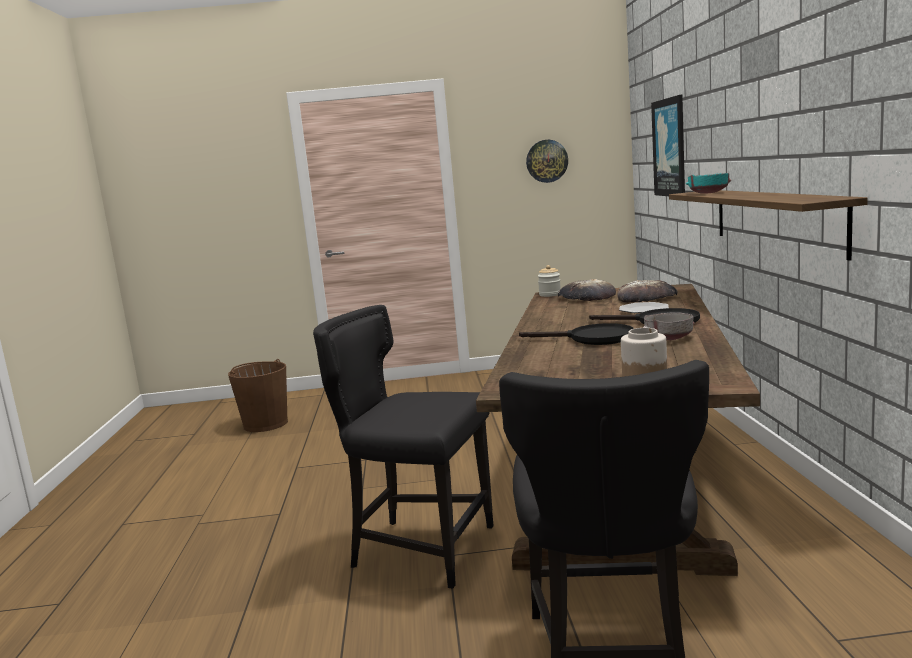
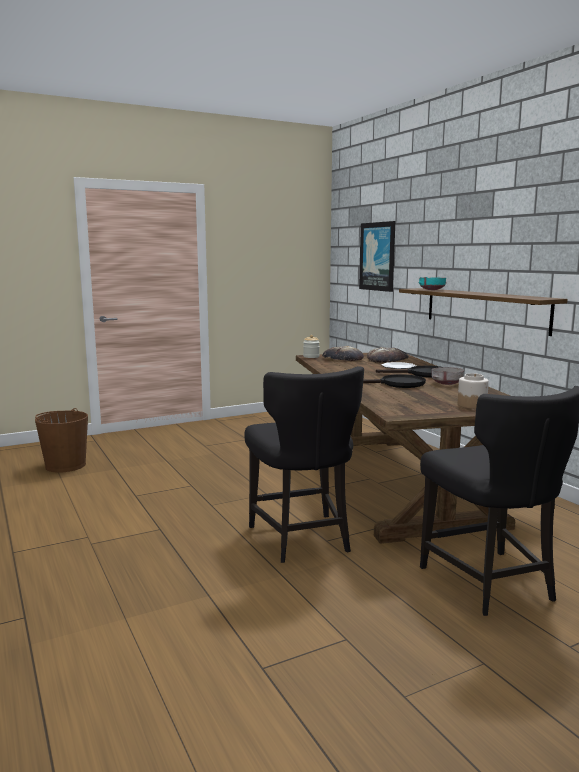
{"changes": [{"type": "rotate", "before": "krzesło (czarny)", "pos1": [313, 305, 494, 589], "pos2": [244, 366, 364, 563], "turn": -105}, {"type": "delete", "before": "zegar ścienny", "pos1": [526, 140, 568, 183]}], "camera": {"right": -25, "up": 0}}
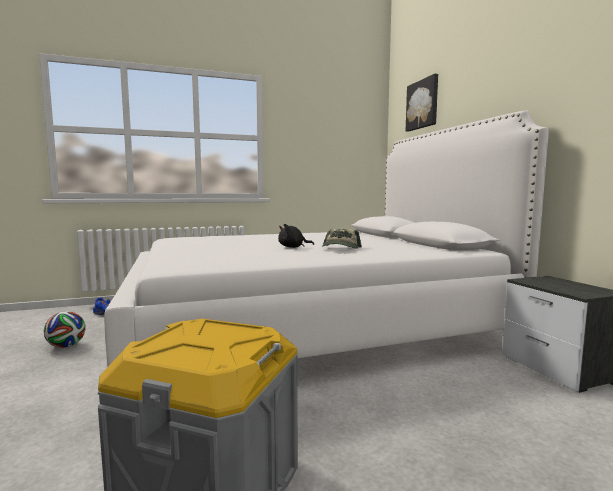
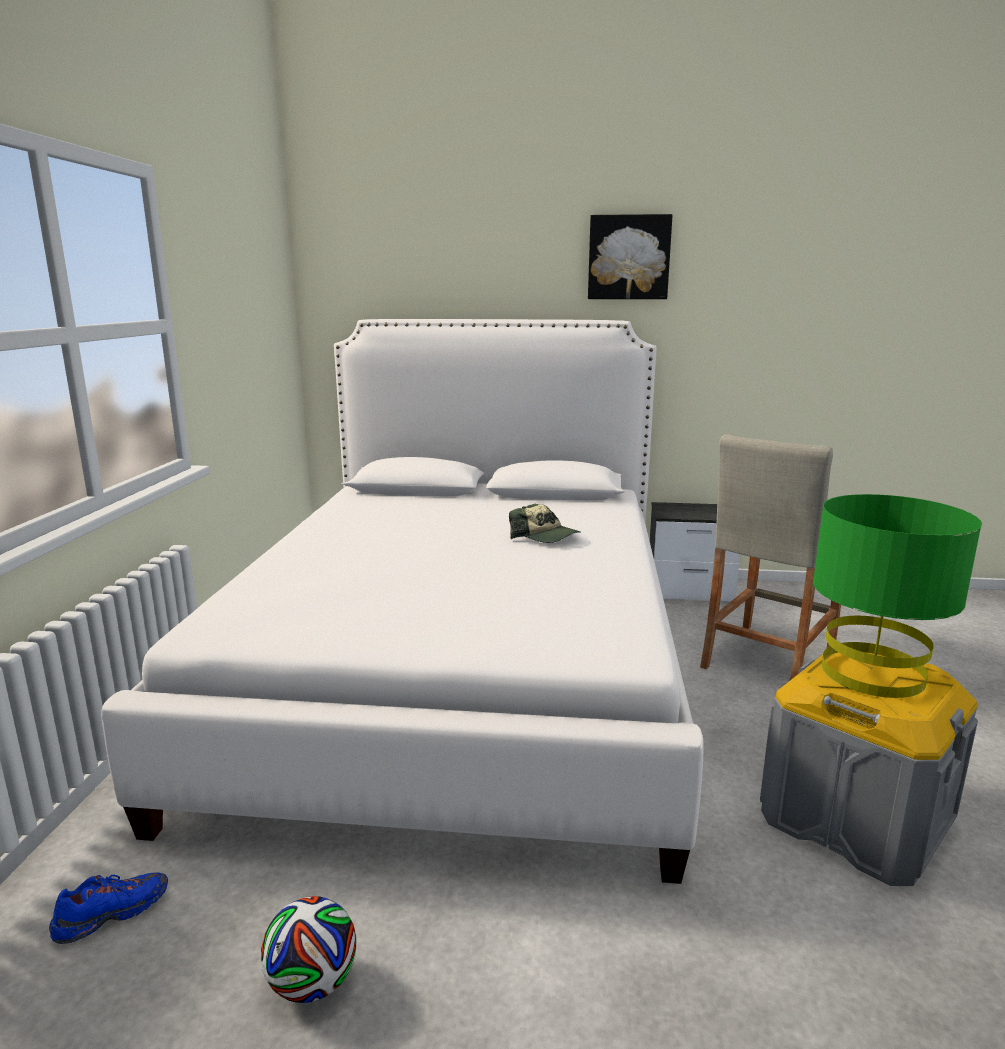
{"changes": [{"type": "delete", "before": "pluszak (czarny)", "pos1": [278, 224, 314, 248]}, {"type": "move", "before": "obraz", "pos1": [406, 74, 438, 132], "pos2": [588, 214, 673, 299]}, {"type": "insert", "after": "stołek (beżowy)", "pos2": [700, 434, 841, 680]}, {"type": "insert", "after": "lampa stołowa (zielony)", "pos2": [813, 494, 982, 698]}], "camera": {"right": -65, "up": 10}}
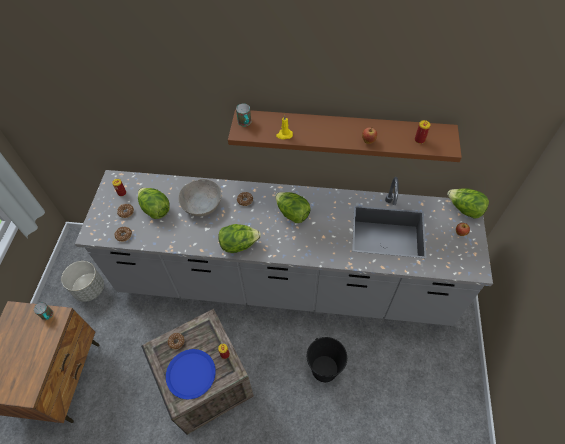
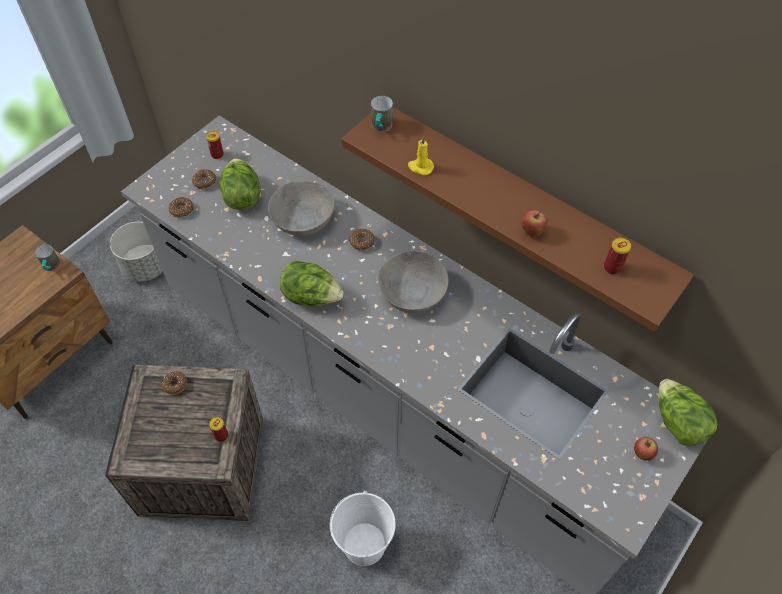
{"changes": [{"type": "delete", "before": "talerz (niebieski)", "pos1": [166, 349, 216, 399]}, {"type": "replace", "before": "sałata", "after": "miska (szary)", "pos1": [275, 192, 311, 223], "pos2": [378, 251, 448, 313]}, {"type": "recolor", "before": "wiadro (czarny)", "after": "wiadro (biały)", "pos1": [307, 337, 347, 382], "pos2": [330, 491, 396, 566]}], "camera": {"right": 30, "up": 0}}
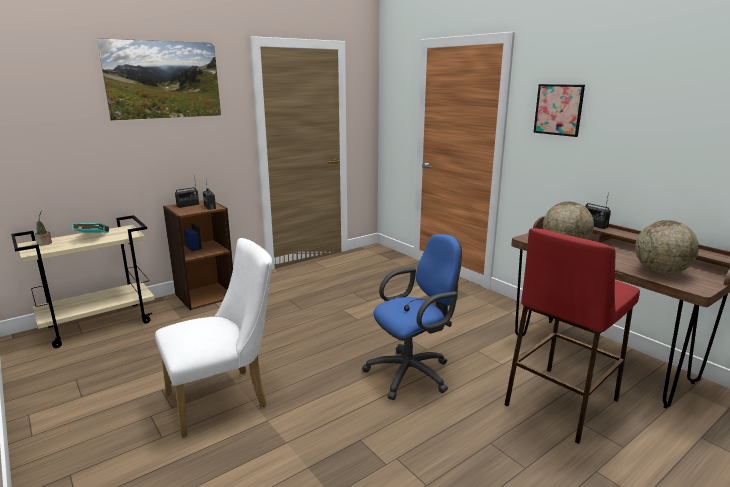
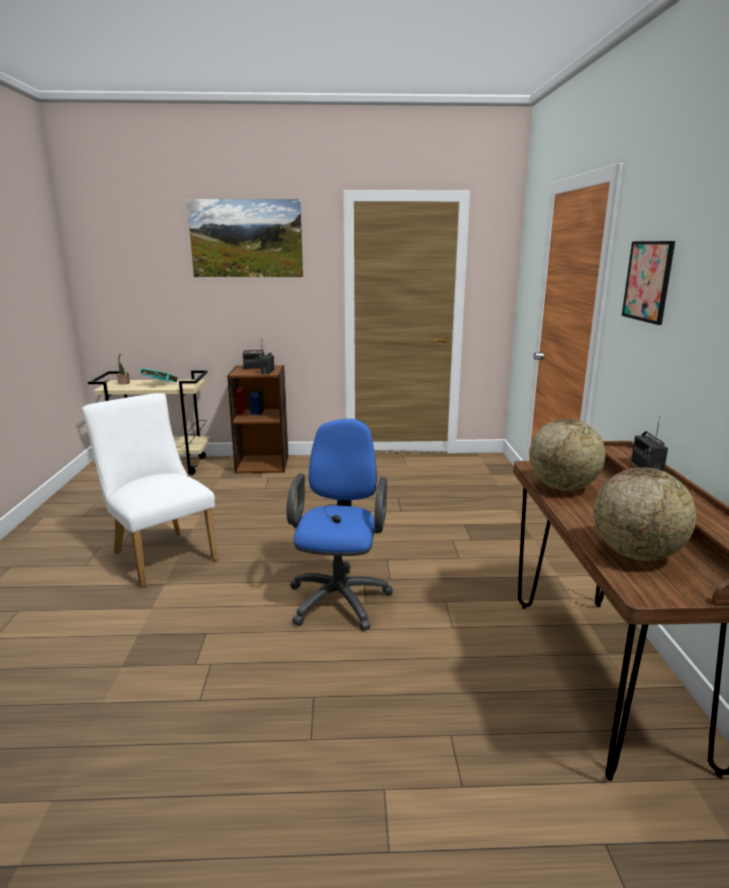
{"changes": [{"type": "rotate", "before": "krzesło (biały)", "pos1": [155, 238, 272, 438], "pos2": [82, 393, 218, 587], "turn": -135}, {"type": "rotate", "before": "krzesło biurowe (niebieski)", "pos1": [362, 234, 462, 400], "pos2": [287, 419, 393, 631], "turn": -90}, {"type": "delete", "before": "stołek (czerwony)", "pos1": [505, 228, 640, 444]}], "camera": {"right": 35, "up": 0}}
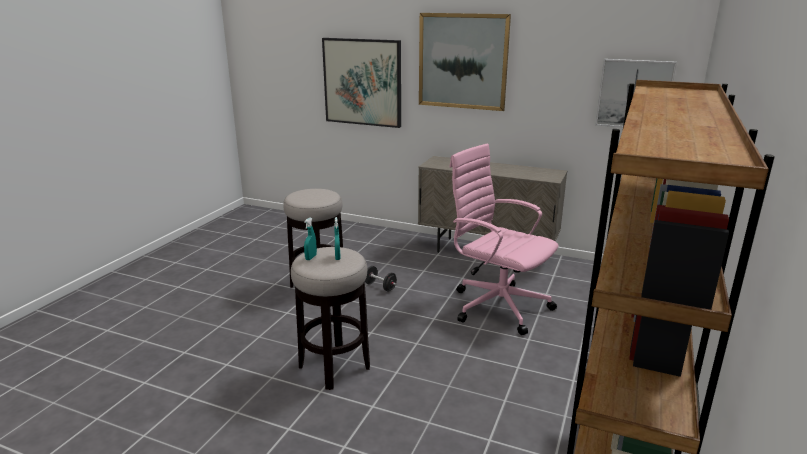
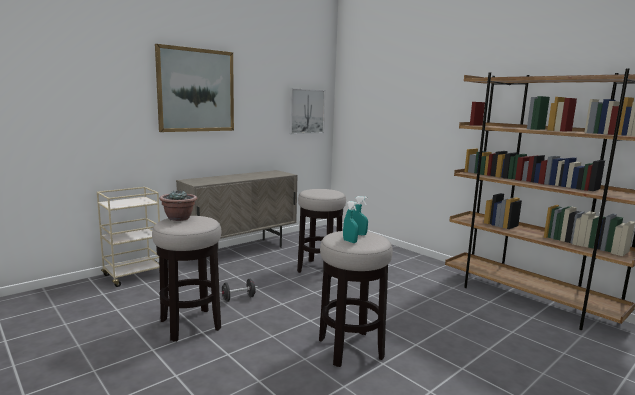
{"changes": [{"type": "delete", "before": "obraz", "pos1": [322, 38, 401, 128]}, {"type": "replace", "before": "krzesło biurowe (różowy)", "after": "stołek", "pos1": [449, 143, 559, 335], "pos2": [297, 189, 346, 277]}, {"type": "insert", "after": "wózek (beżowy)", "pos2": [97, 187, 160, 287]}, {"type": "insert", "after": "roślina doniczkowa", "pos2": [159, 189, 197, 221]}], "camera": {"right": -65, "up": -10}}
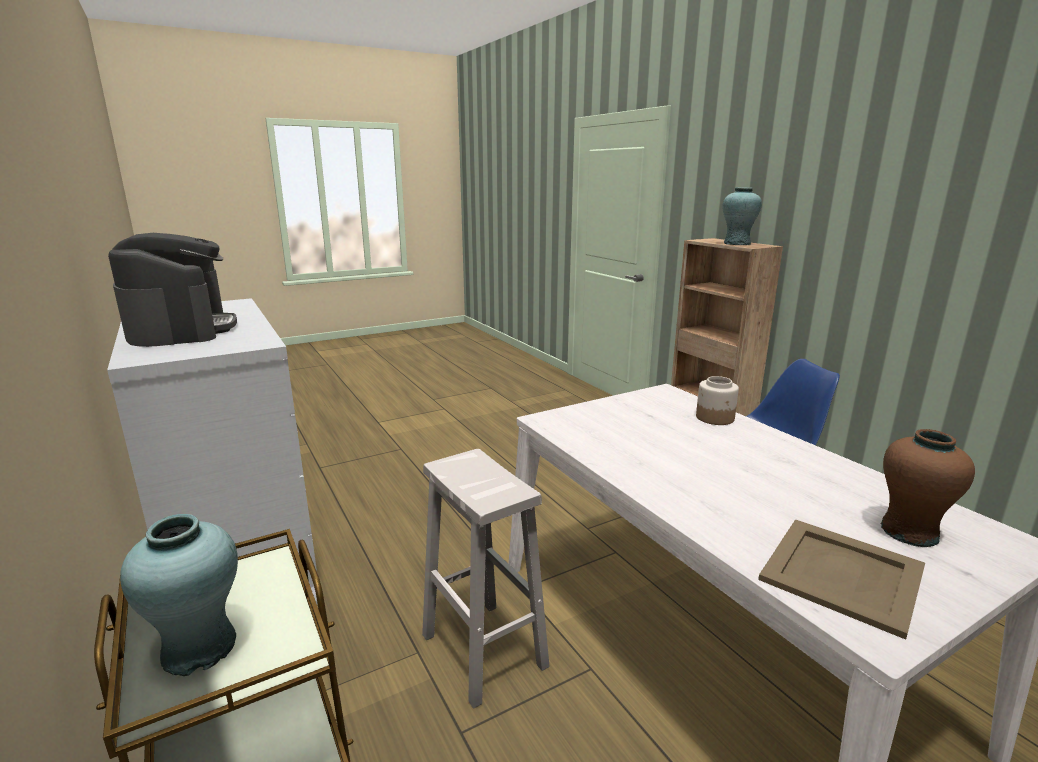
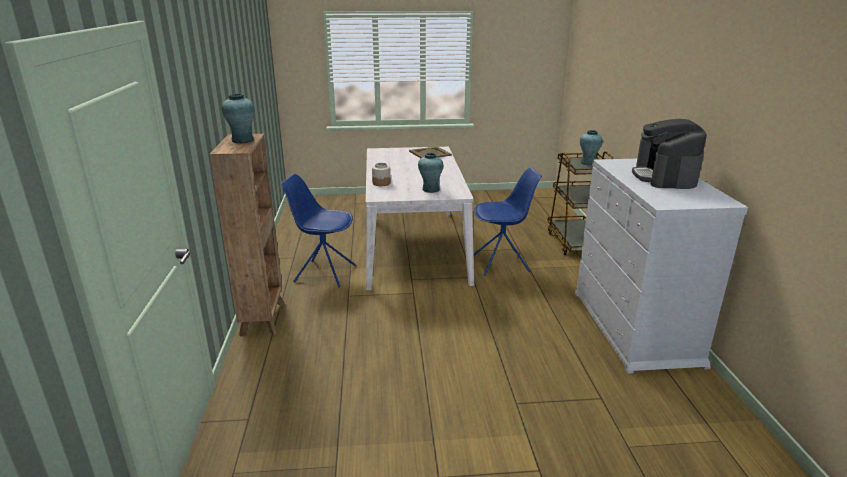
{"changes": [{"type": "replace", "before": "stołek (biały)", "after": "krzesło (niebieski)", "pos1": [422, 449, 550, 709], "pos2": [474, 167, 542, 276]}, {"type": "delete", "before": "wazon (brązowy)", "pos1": [880, 429, 975, 547]}, {"type": "insert", "after": "wazon (turkusowy)", "pos2": [418, 153, 443, 193]}], "camera": {"right": -155, "up": 5}}
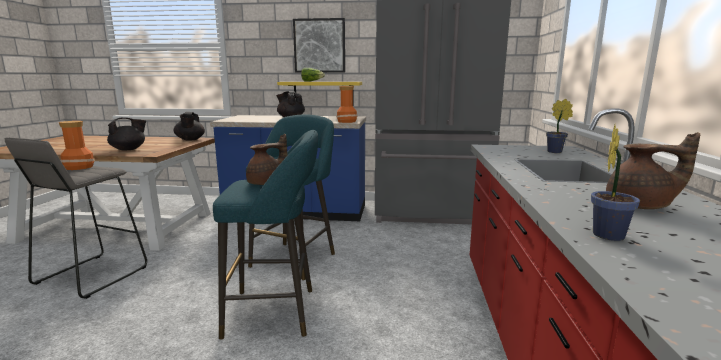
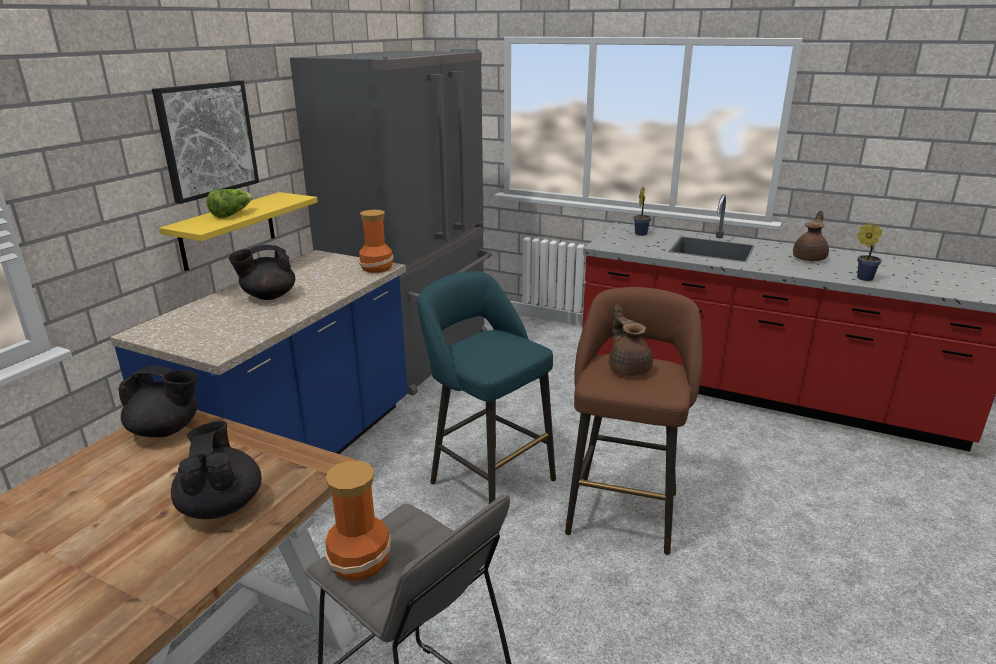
{"changes": [{"type": "recolor", "before": "stołek (turkusowy)", "after": "stołek (brązowy)", "pos1": [213, 130, 318, 339], "pos2": [565, 287, 703, 555]}], "camera": {"right": -70, "up": 10}}
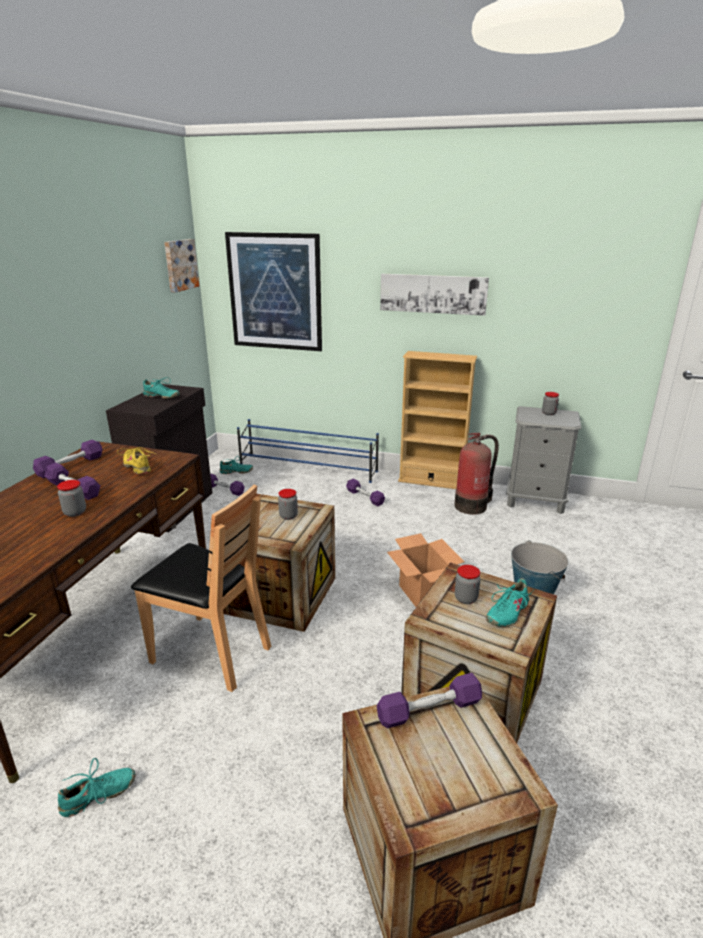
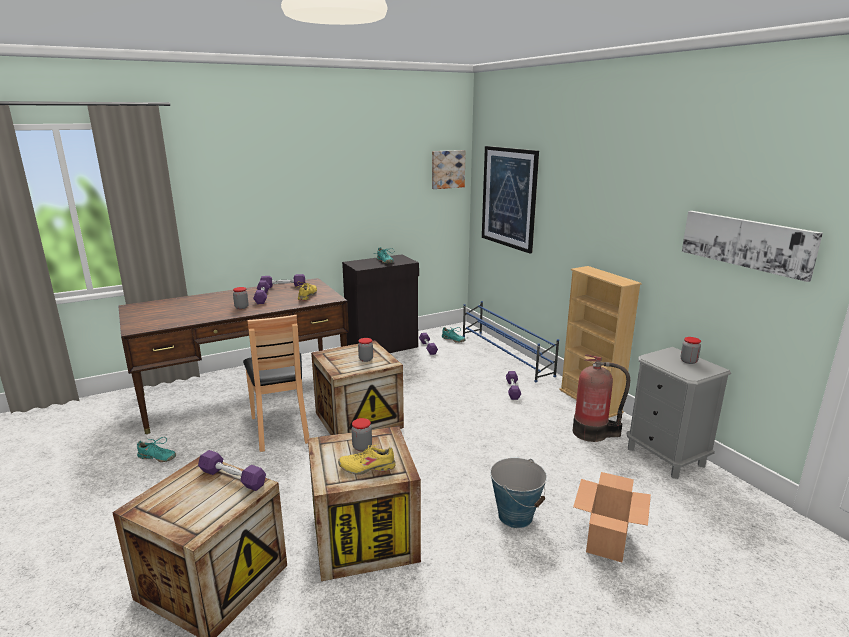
{"changes": [{"type": "move", "before": "obraz", "pos1": [380, 274, 489, 316], "pos2": [682, 211, 823, 282]}, {"type": "move", "before": "karton", "pos1": [387, 533, 465, 607], "pos2": [573, 472, 651, 562]}, {"type": "recolor", "before": "but (turkusowy)", "after": "but (żółty)", "pos1": [485, 578, 534, 627], "pos2": [338, 445, 396, 475]}], "camera": {"right": 45, "up": -5}}
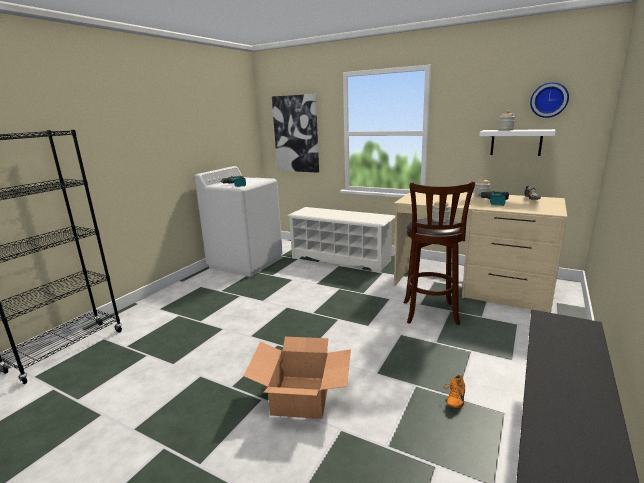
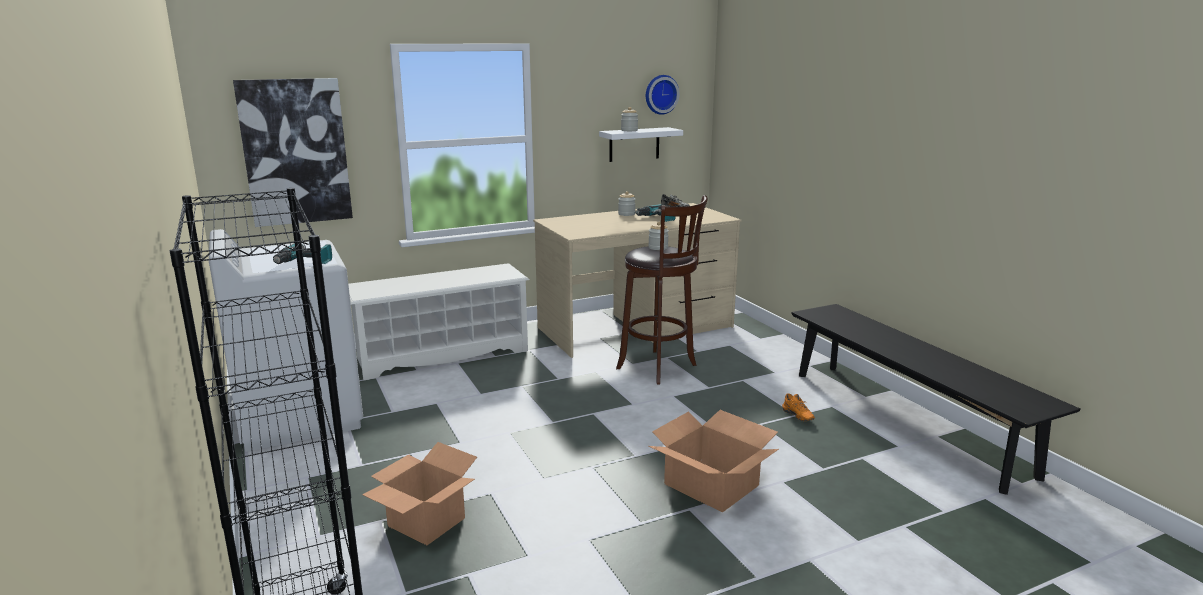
{"changes": [{"type": "insert", "after": "karton", "pos2": [362, 442, 477, 545]}], "camera": {"right": -55, "up": 0}}
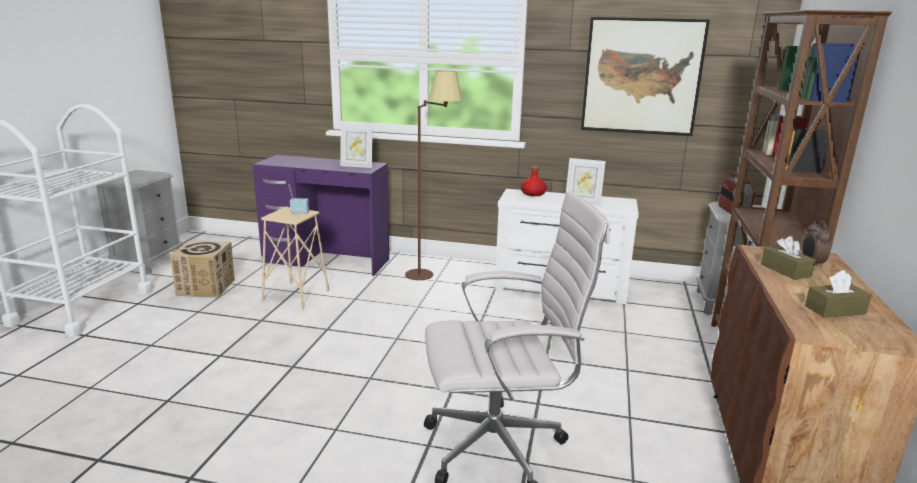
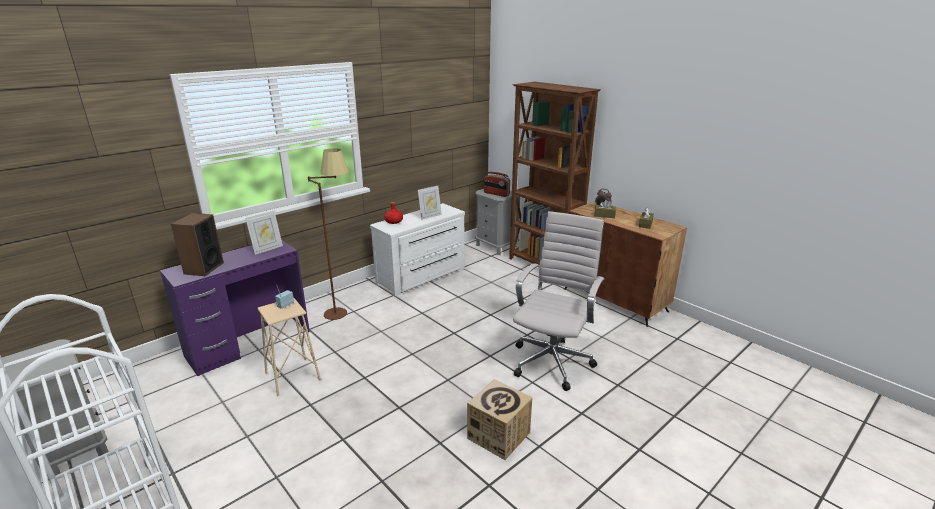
{"changes": [{"type": "move", "before": "karton", "pos1": [170, 240, 235, 298], "pos2": [467, 379, 533, 460]}, {"type": "delete", "before": "obraz", "pos1": [581, 17, 710, 136]}, {"type": "insert", "after": "głośnik", "pos2": [171, 213, 224, 276]}], "camera": {"right": -55, "up": 5}}
